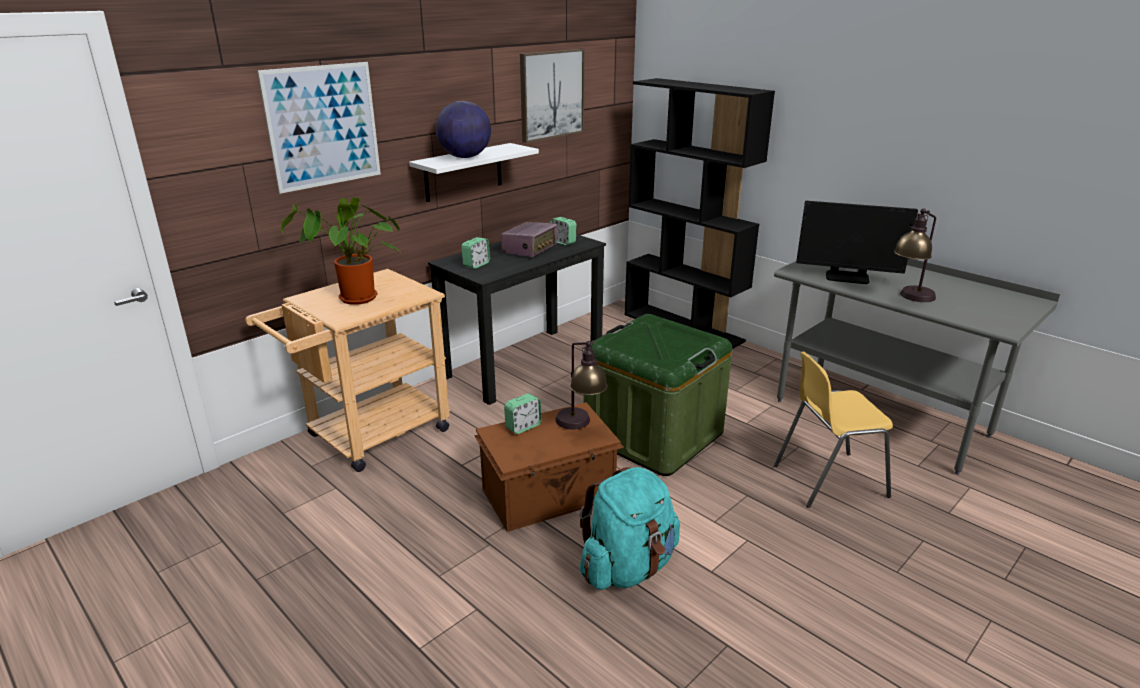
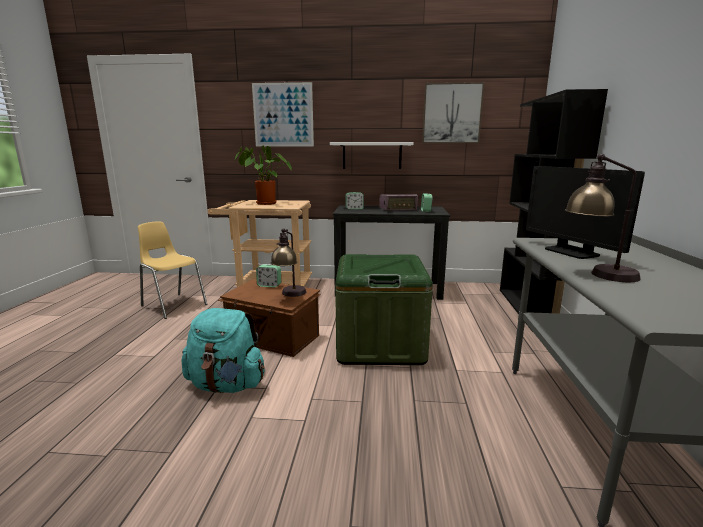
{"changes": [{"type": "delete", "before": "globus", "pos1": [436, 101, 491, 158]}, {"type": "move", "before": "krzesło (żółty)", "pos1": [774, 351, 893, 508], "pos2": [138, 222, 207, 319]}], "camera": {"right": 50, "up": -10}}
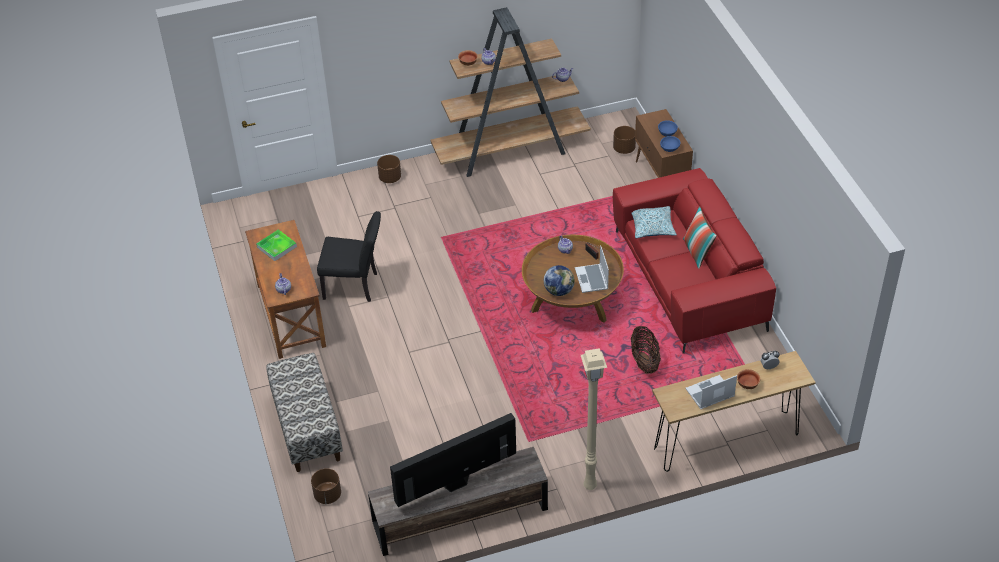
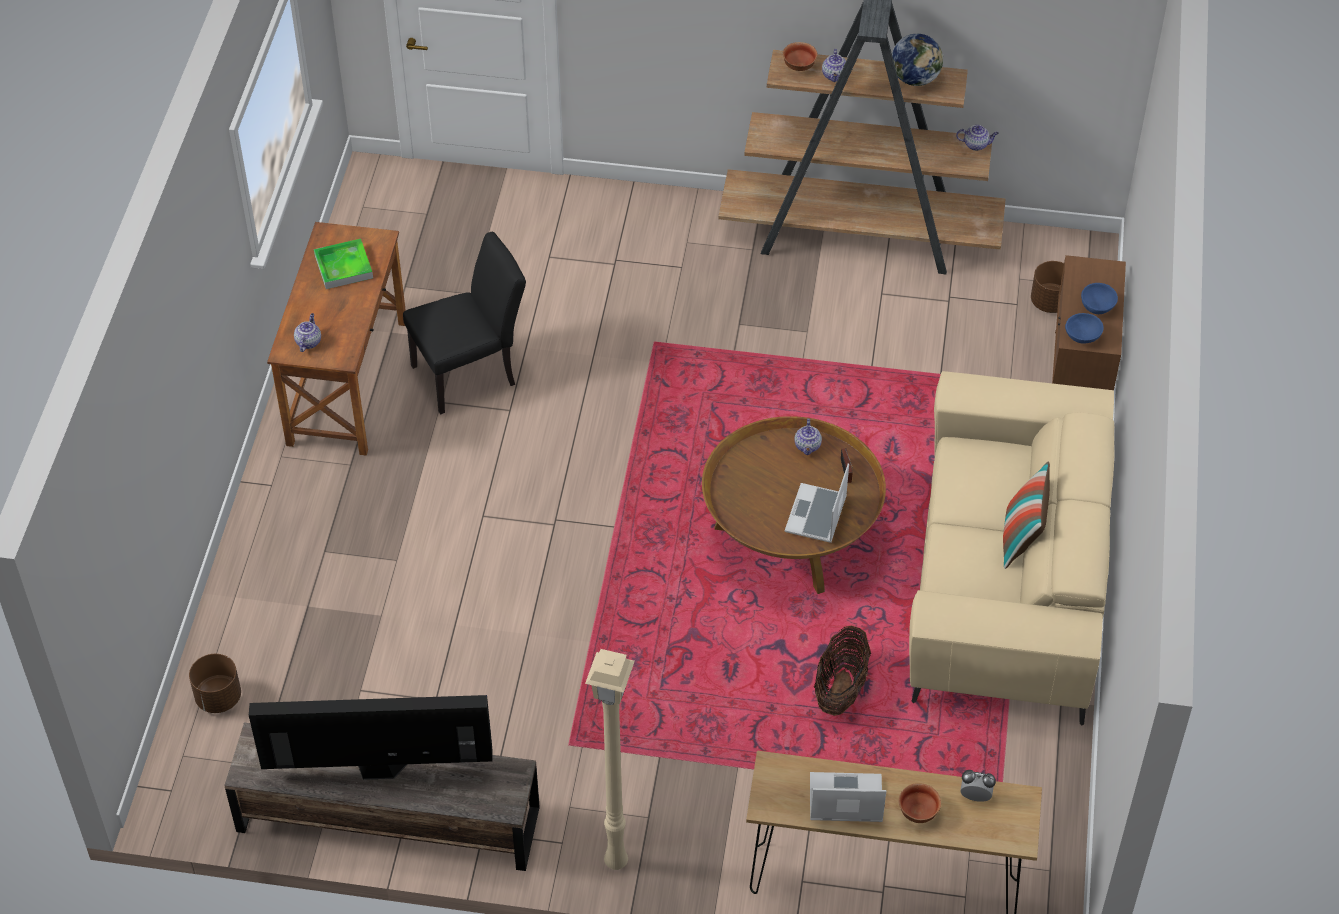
{"changes": [{"type": "delete", "before": "ławka", "pos1": [266, 353, 343, 472]}, {"type": "rotate", "before": "krzesło (czarny)", "pos1": [317, 211, 381, 302], "pos2": [403, 232, 526, 415], "turn": -60}, {"type": "delete", "before": "donica (brązowy)", "pos1": [377, 155, 401, 183]}, {"type": "move", "before": "globus", "pos1": [544, 265, 575, 296], "pos2": [892, 34, 943, 86]}, {"type": "recolor", "before": "kanapa (czerwony)", "after": "kanapa (beżowy)", "pos1": [613, 168, 776, 354], "pos2": [909, 371, 1115, 726]}, {"type": "delete", "before": "poduszka", "pos1": [632, 206, 677, 239]}], "camera": {"right": 25, "up": 5}}
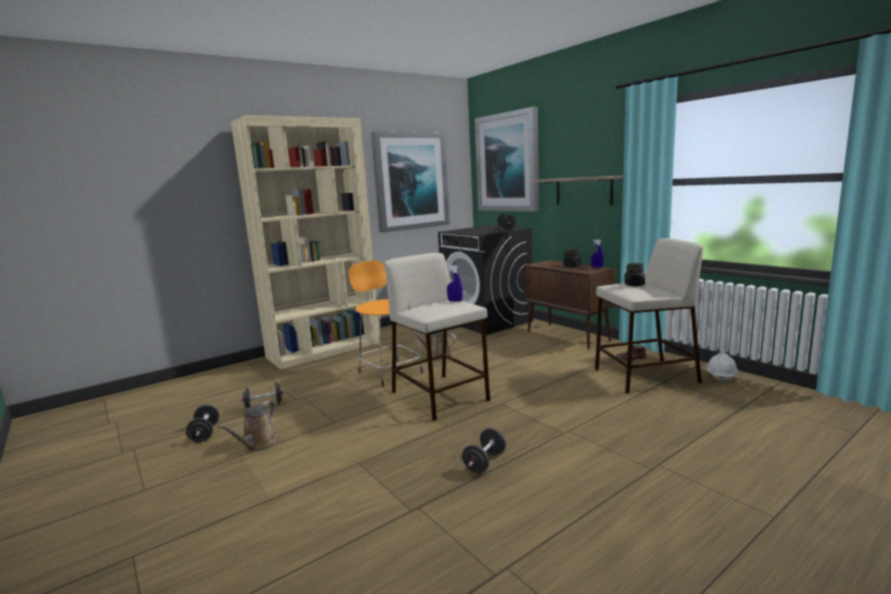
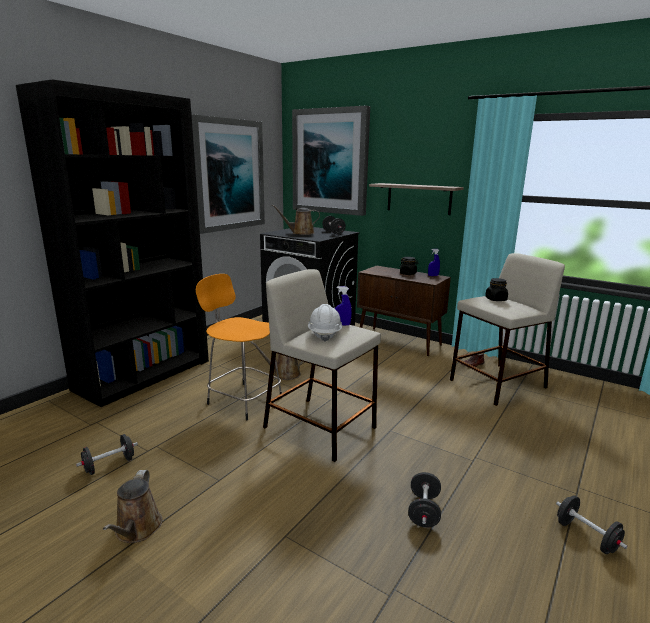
{"changes": [{"type": "move", "before": "hantel (czarny)", "pos1": [186, 405, 219, 442], "pos2": [556, 495, 628, 554]}, {"type": "recolor", "before": "regał (beżowy)", "after": "regał (czarny)", "pos1": [231, 115, 380, 370], "pos2": [16, 79, 209, 407]}, {"type": "move", "before": "kask (biały)", "pos1": [706, 353, 738, 384], "pos2": [308, 304, 343, 342]}, {"type": "insert", "after": "konewka (brązowy)", "pos2": [272, 205, 320, 235]}], "camera": {"right": -20, "up": 5}}
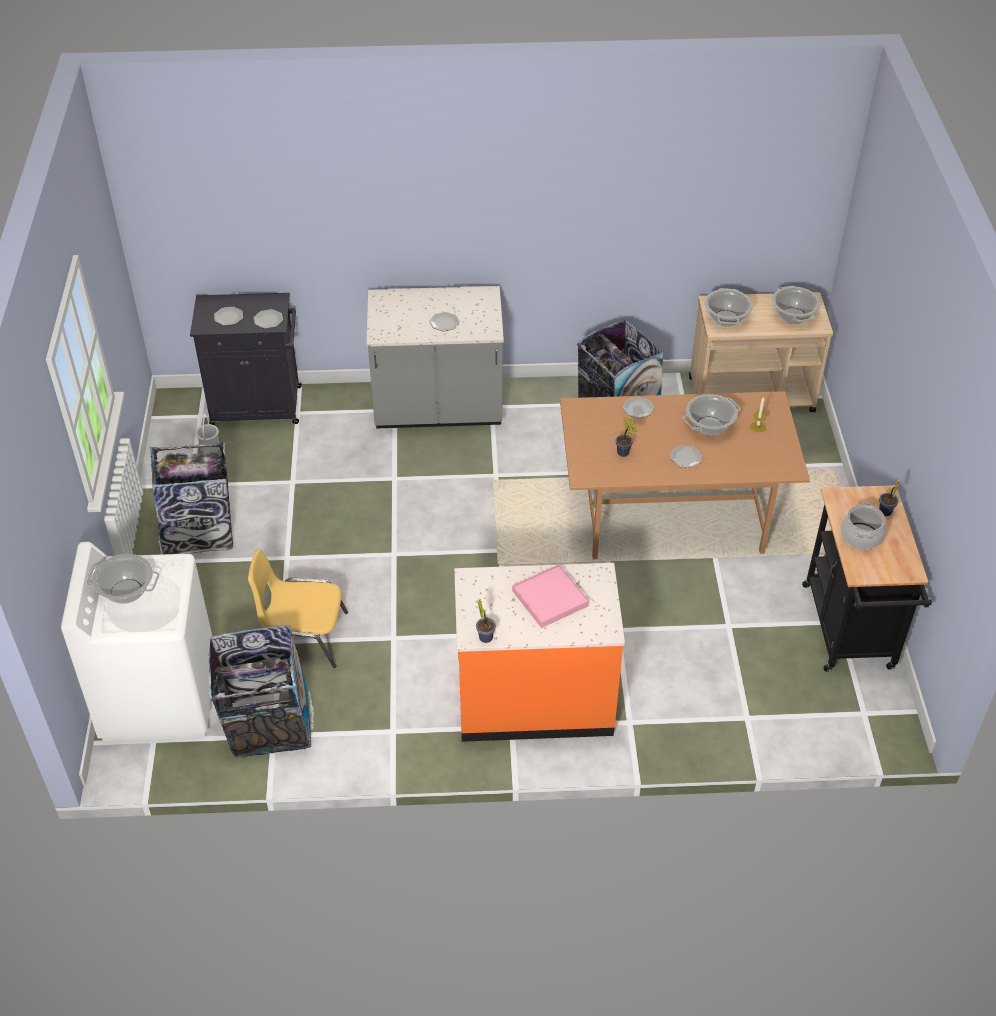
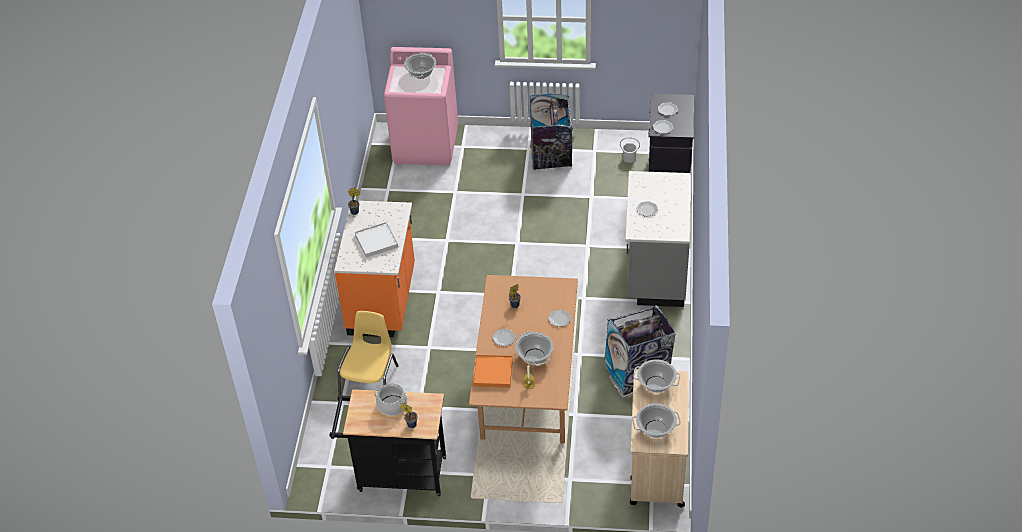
{"changes": [{"type": "recolor", "before": "pralka (biały)", "after": "pralka (różowy)", "pos1": [61, 542, 213, 742], "pos2": [384, 47, 458, 166]}, {"type": "delete", "before": "kosz na śmieci", "pos1": [209, 625, 314, 757]}, {"type": "move", "before": "krzesło (żółty)", "pos1": [248, 549, 348, 668], "pos2": [338, 311, 399, 396]}, {"type": "recolor", "before": "taca (różowy)", "after": "taca (biały)", "pos1": [512, 564, 589, 628], "pos2": [355, 222, 398, 258]}, {"type": "insert", "after": "taca (pomarańczowy)", "pos2": [473, 355, 513, 388]}], "camera": {"right": 100, "up": 0}}
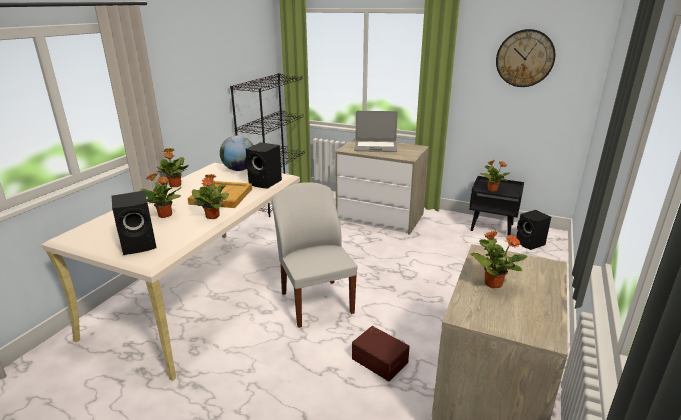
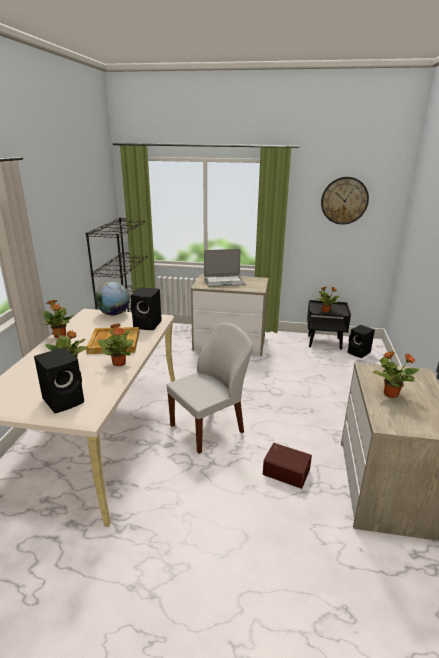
{"changes": [{"type": "rotate", "before": "krzesło (biały)", "pos1": [272, 182, 357, 328], "pos2": [167, 322, 253, 454], "turn": 90}], "camera": {"right": -15, "up": 0}}
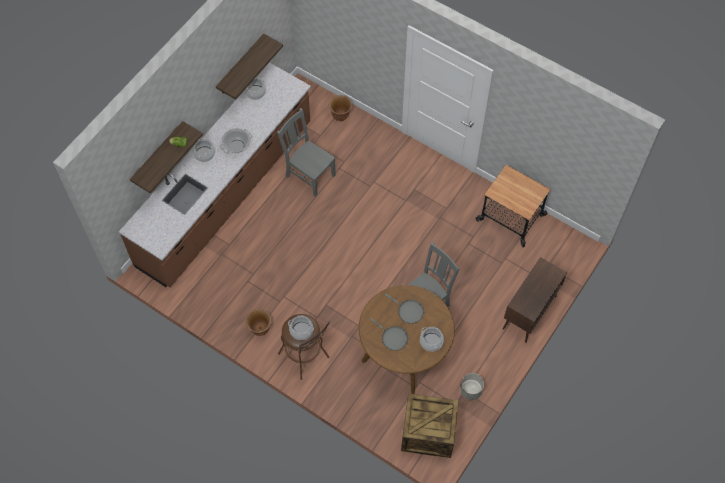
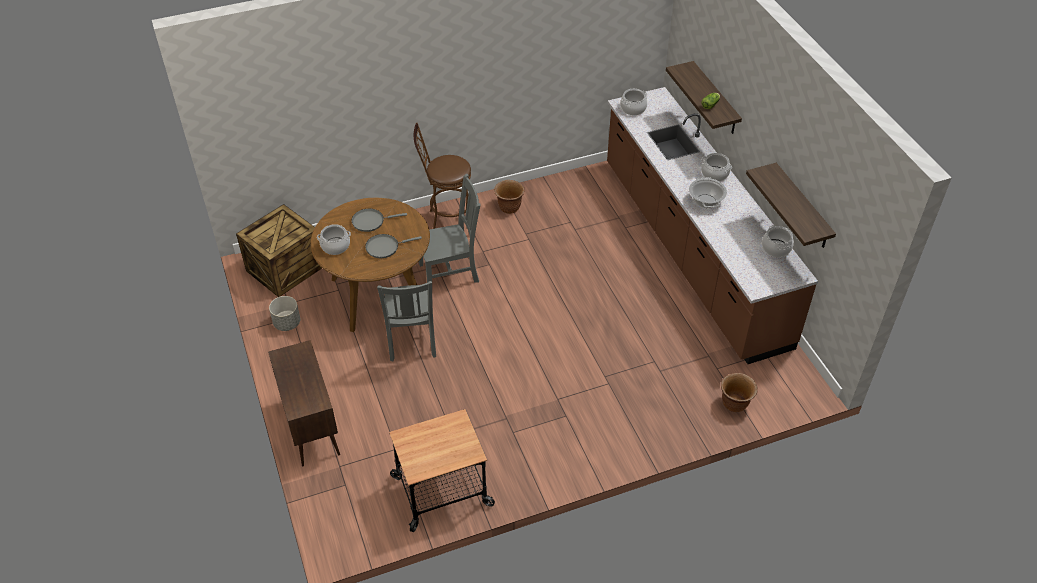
{"changes": [{"type": "move", "before": "krzesło (szary)", "pos1": [277, 108, 336, 197], "pos2": [419, 174, 480, 283]}, {"type": "move", "before": "garnek", "pos1": [288, 316, 314, 340], "pos2": [620, 89, 647, 115]}], "camera": {"right": 125, "up": -15}}
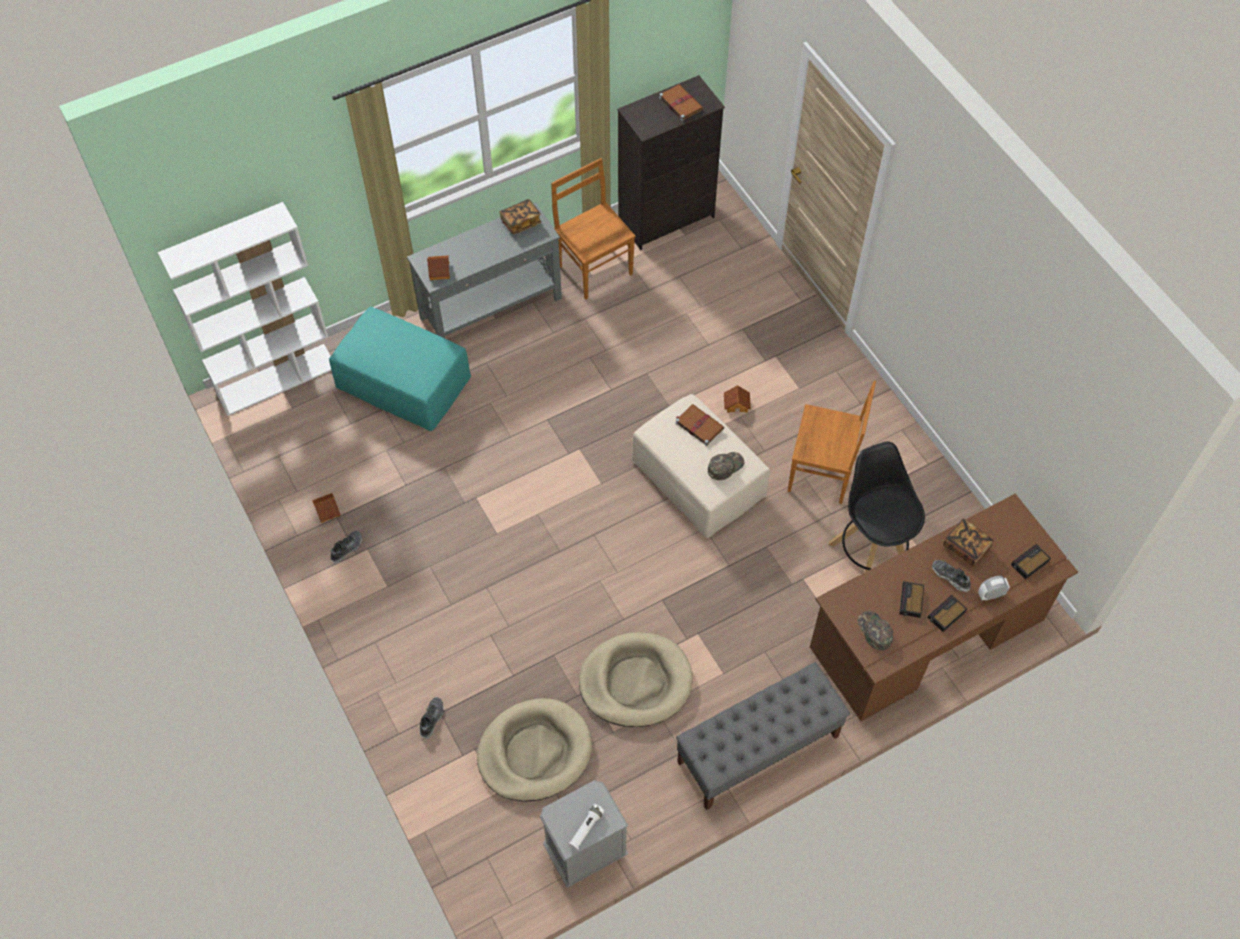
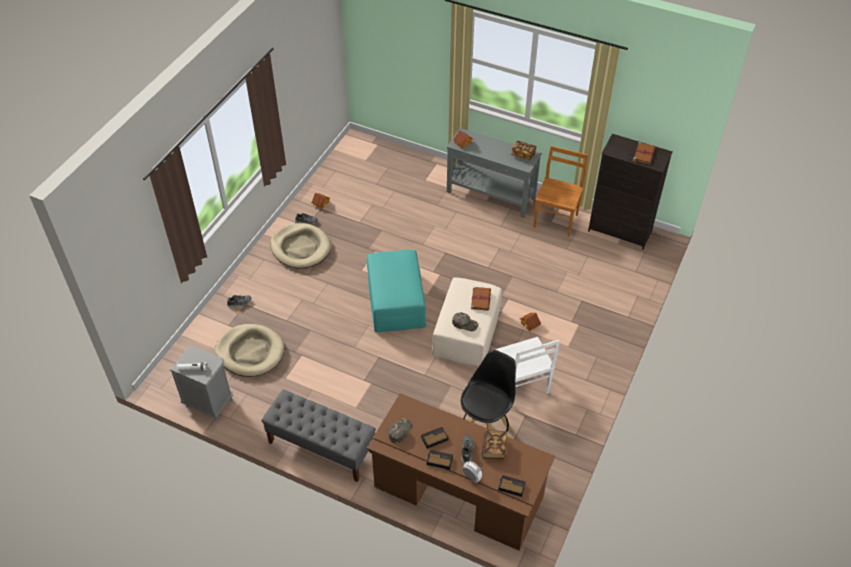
{"changes": [{"type": "delete", "before": "regał (biały)", "pos1": [158, 202, 332, 416]}, {"type": "move", "before": "pufa (turkusowy)", "pos1": [329, 307, 471, 431], "pos2": [367, 250, 426, 332]}, {"type": "move", "before": "legowisko (beżowy)", "pos1": [579, 632, 693, 727], "pos2": [270, 223, 331, 269]}, {"type": "recolor", "before": "krzesło (brązowy)", "after": "krzesło (biały)", "pos1": [788, 381, 876, 504], "pos2": [496, 337, 560, 394]}], "camera": {"right": 55, "up": -10}}
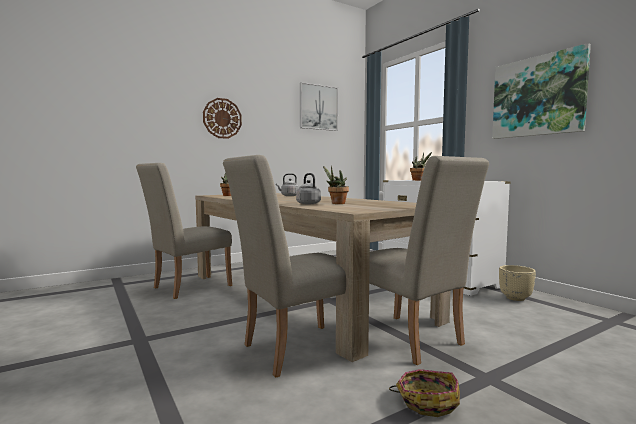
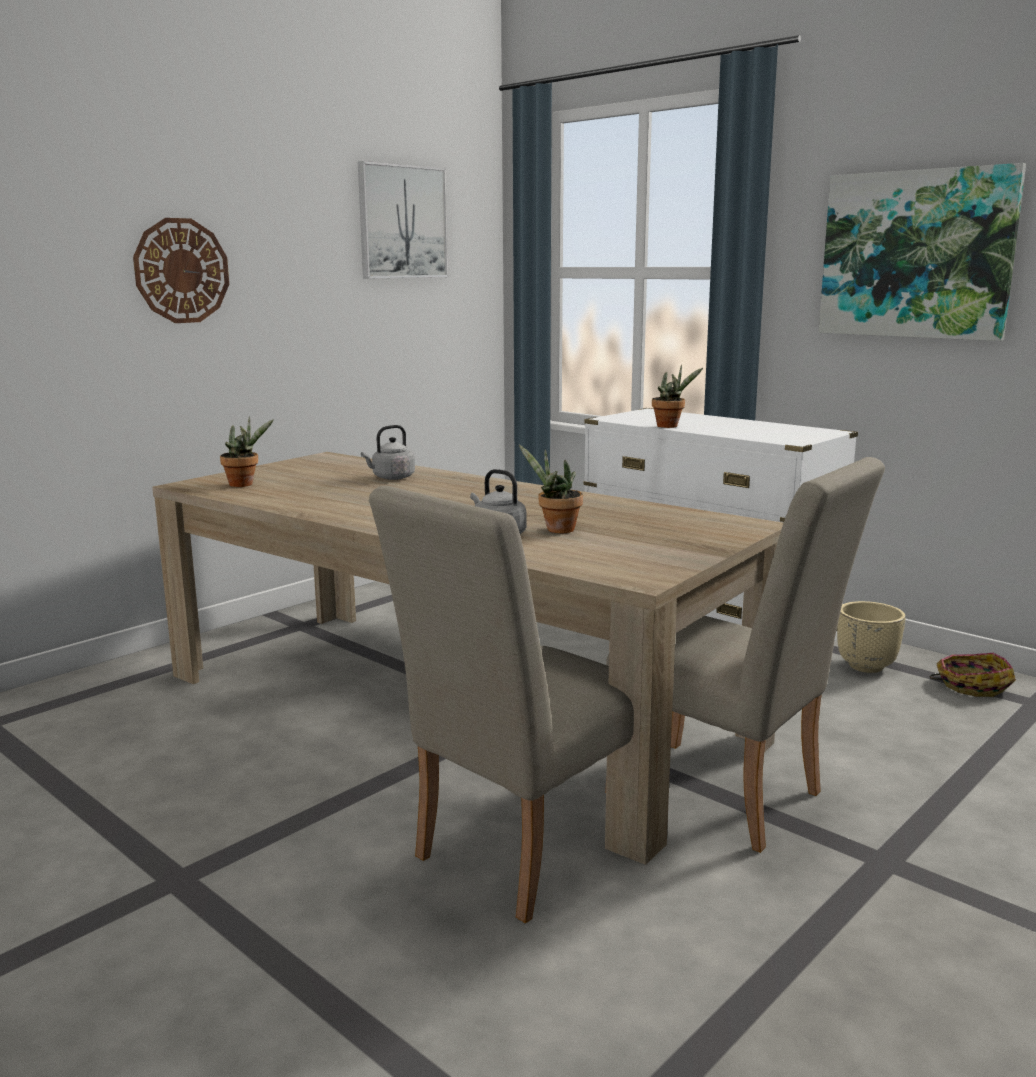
{"changes": [{"type": "delete", "before": "krzesło (beżowy)", "pos1": [136, 163, 232, 299]}, {"type": "move", "before": "koszyk", "pos1": [389, 369, 460, 417], "pos2": [930, 653, 1016, 697]}], "camera": {"right": -15, "up": 10}}
